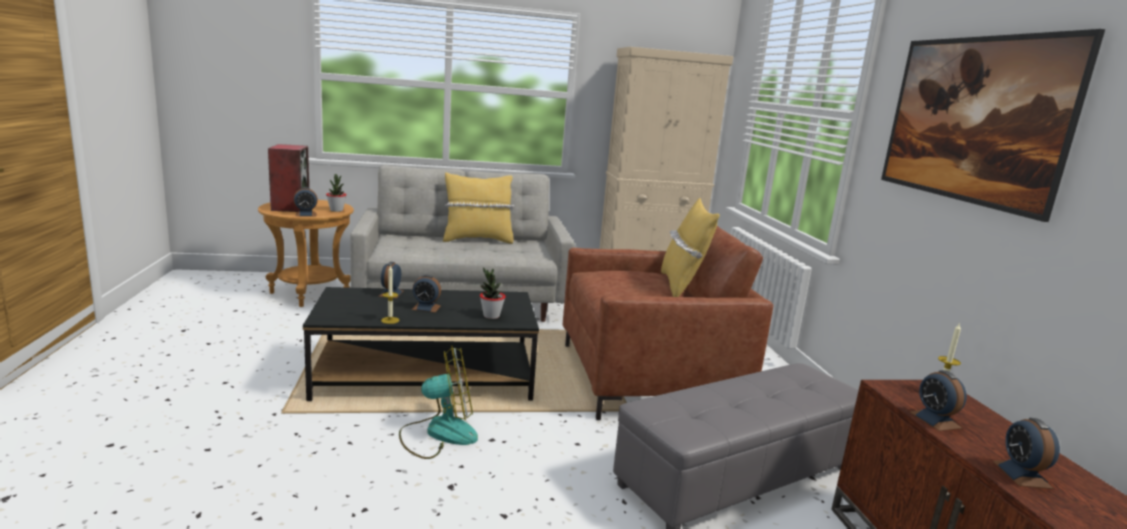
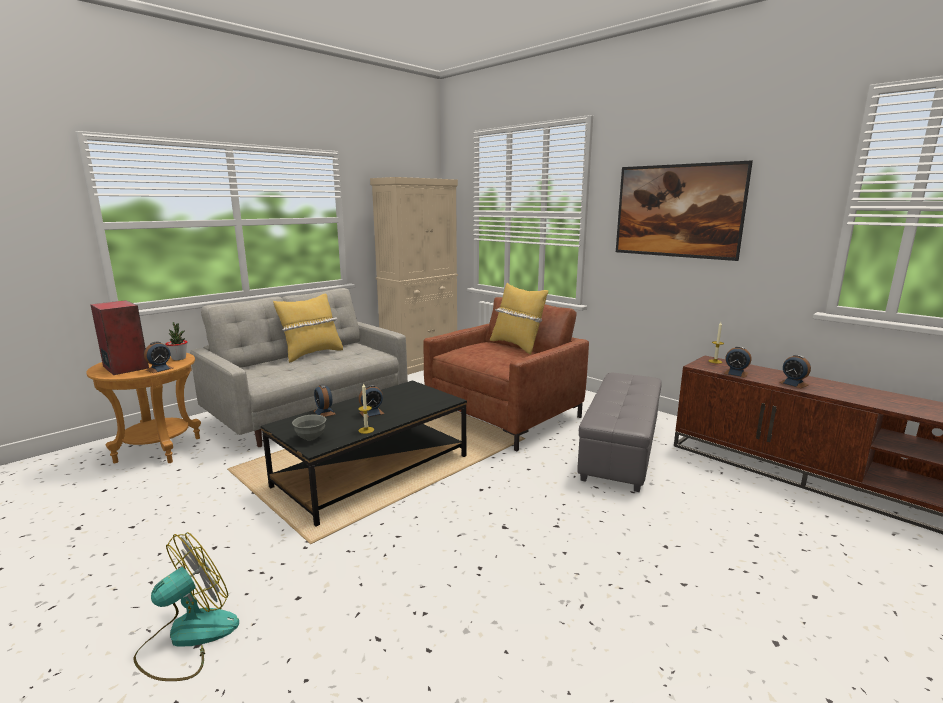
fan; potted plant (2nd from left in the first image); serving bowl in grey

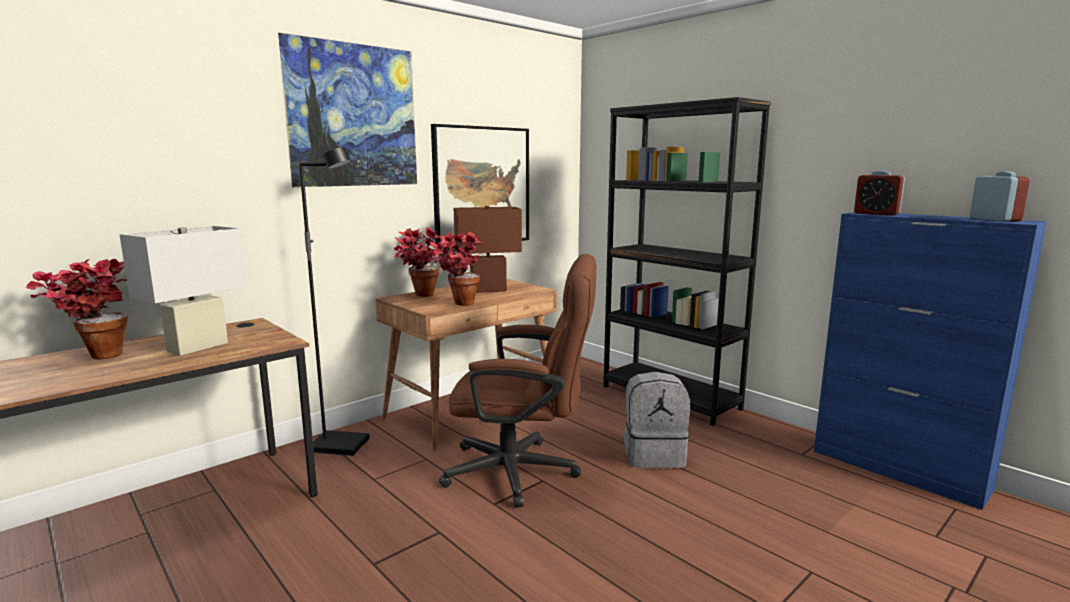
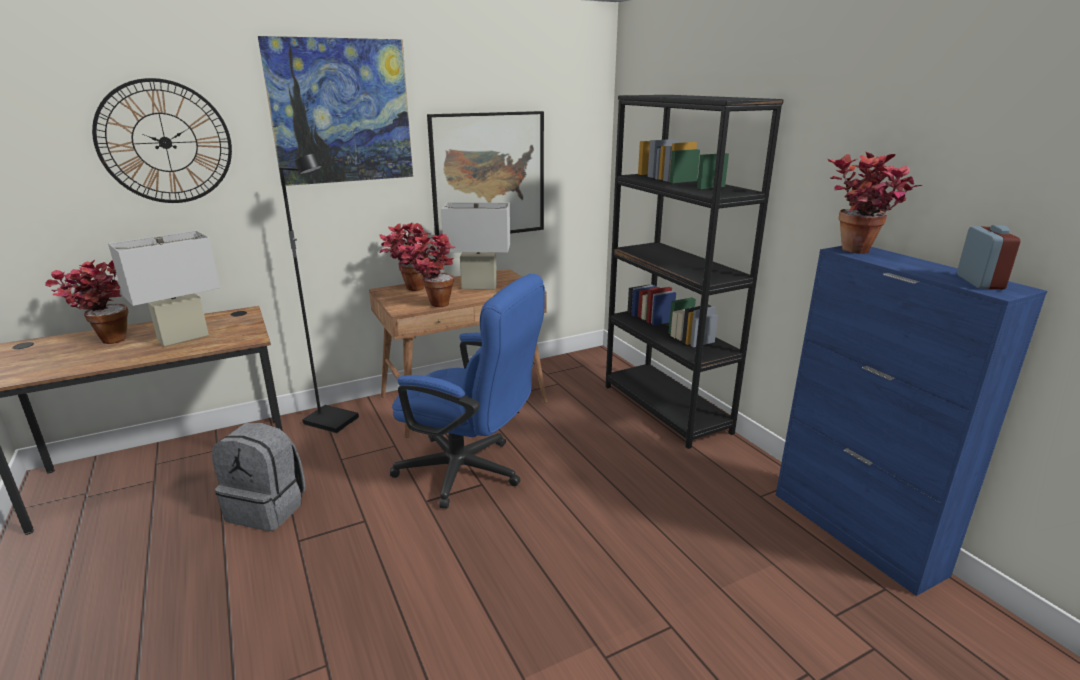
desk chair in bluish; lamp for a table in whitish (2nd from left); backpack in grey; potted plant (4th from left); wall clock

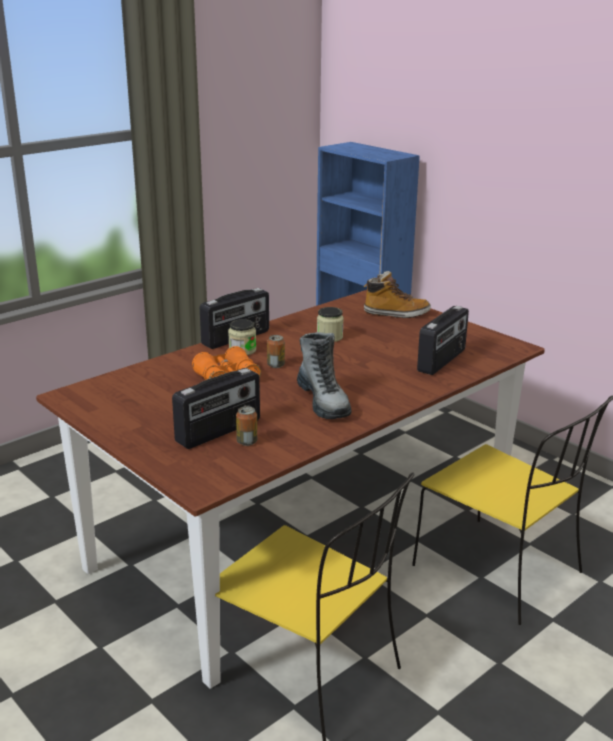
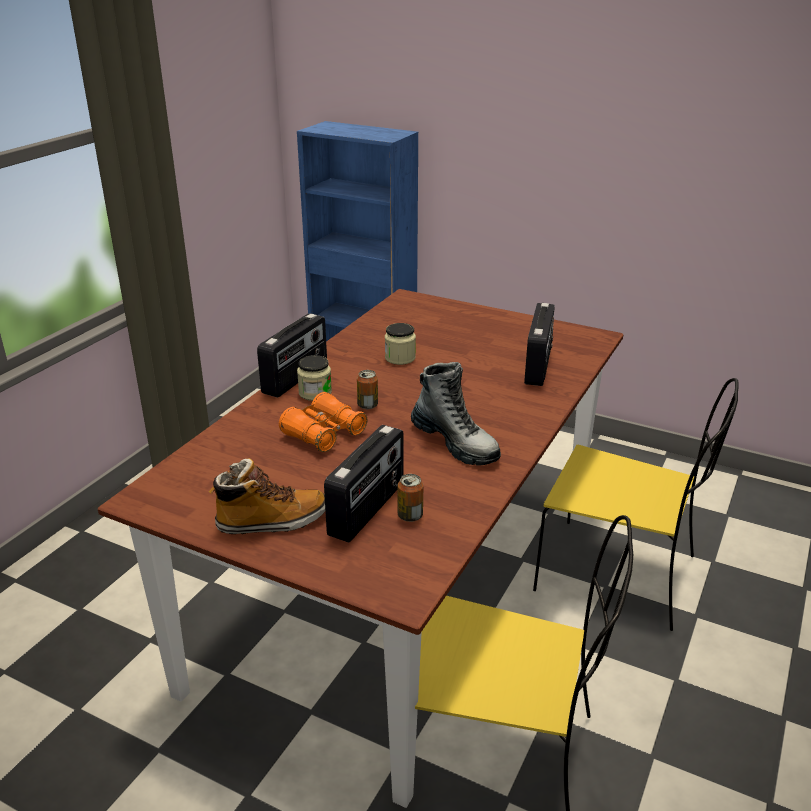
high-top boot (1st from left)

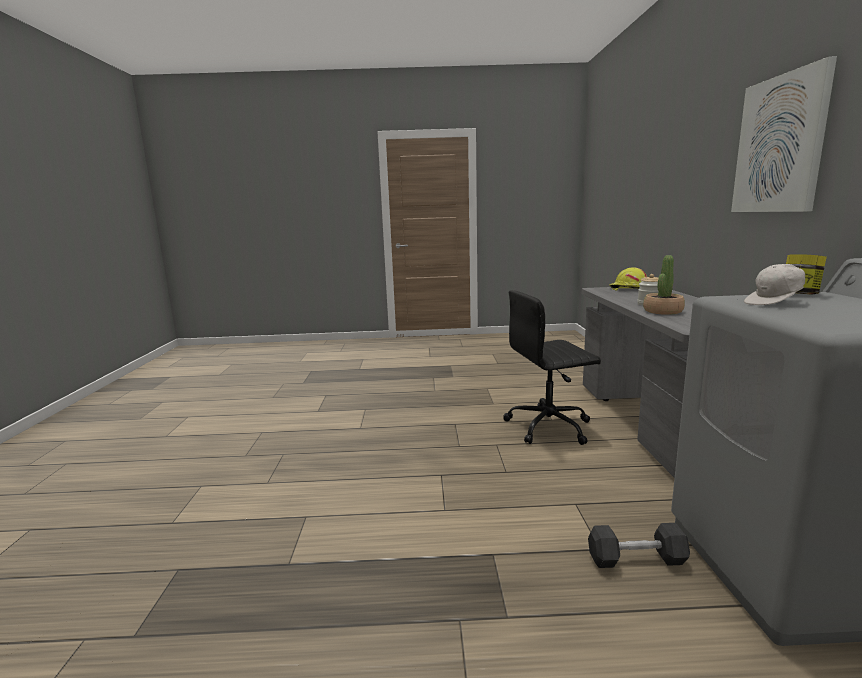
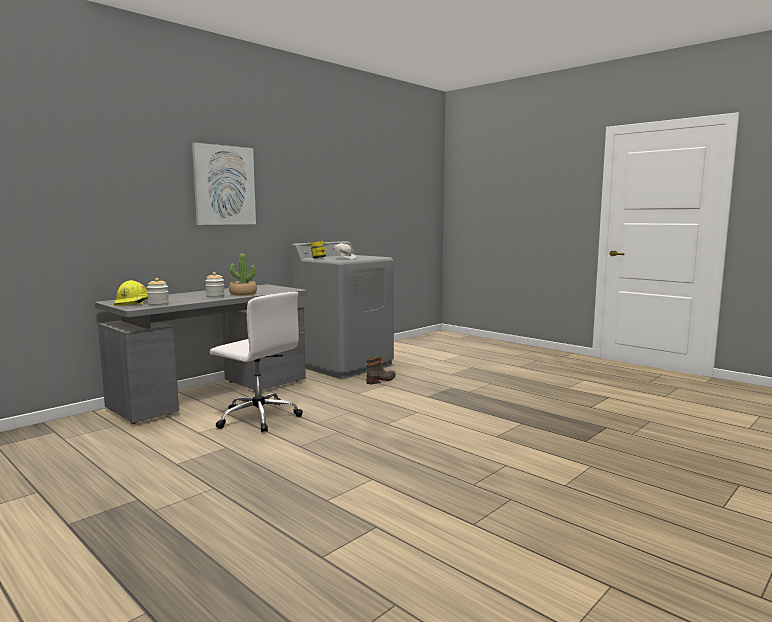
desk chair in whitish; high-top boot; jar (1st from left)

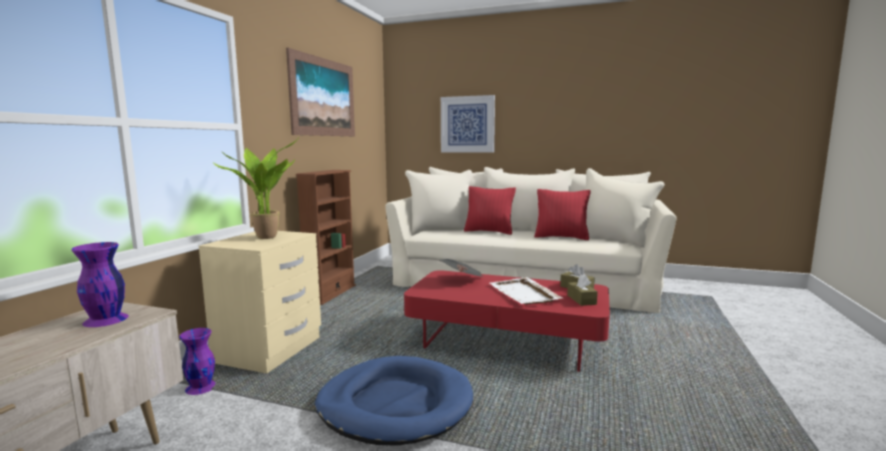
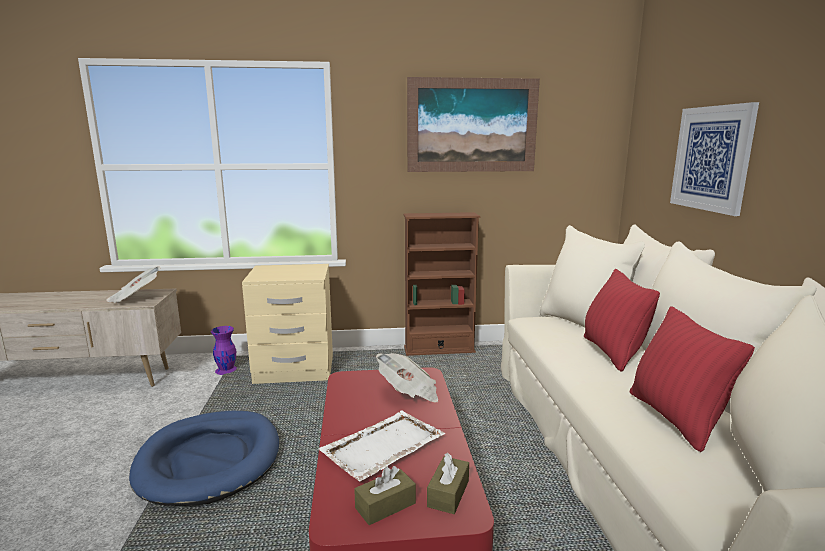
daily paper (1st from left); potted plant

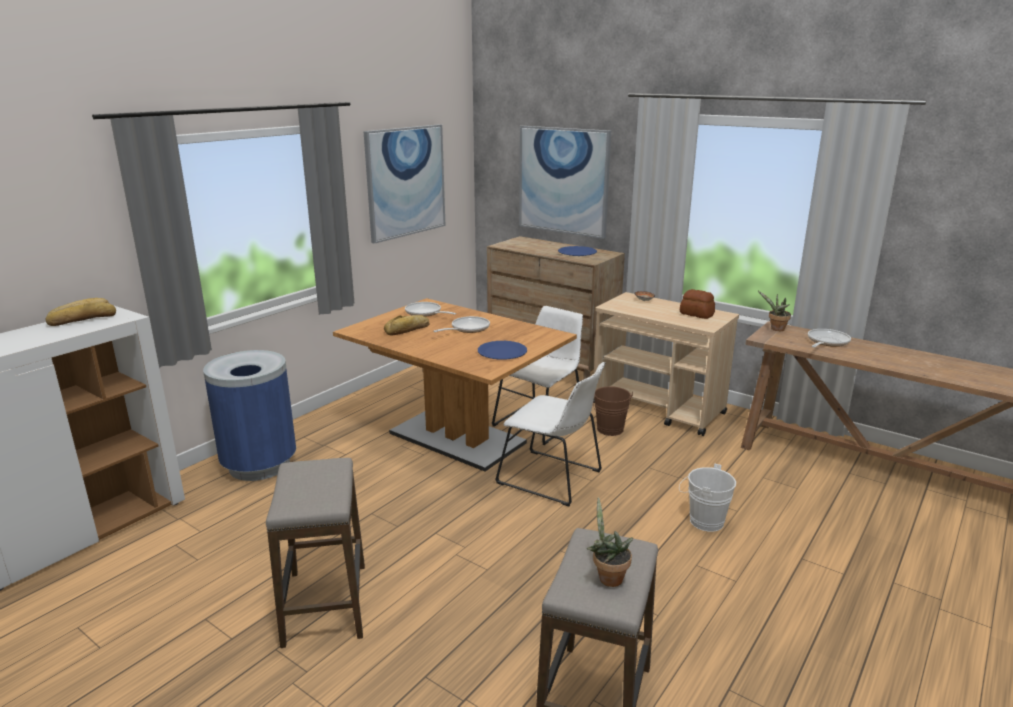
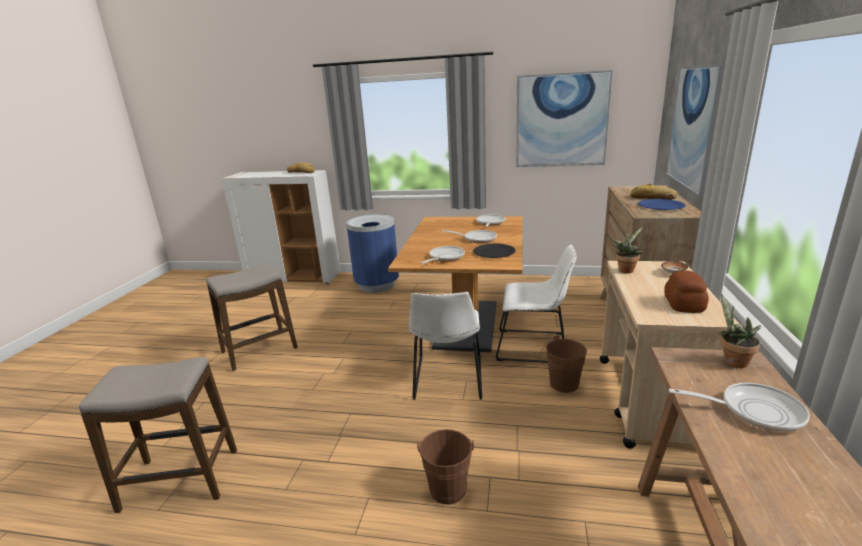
bread (2nd from left); pan (1st from left); potted plant (1st from left); water bucket in brown (1st from left); plate in black

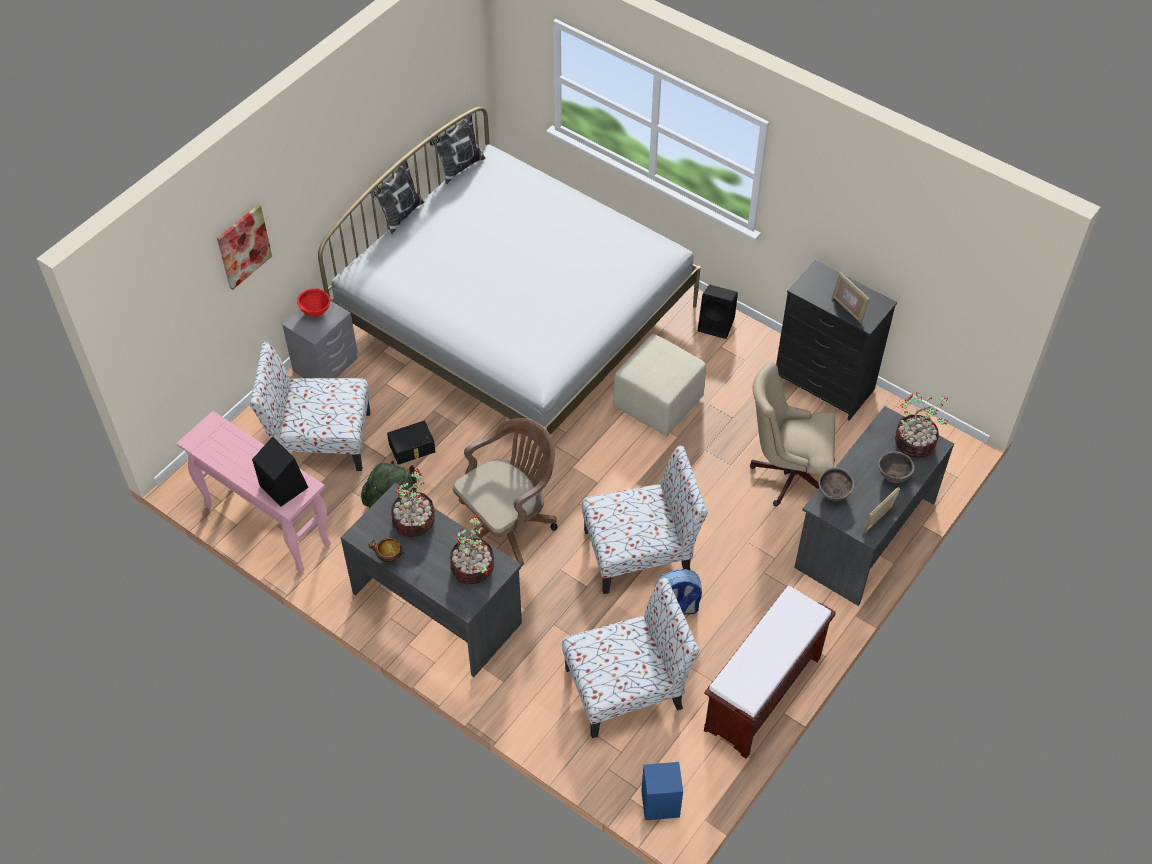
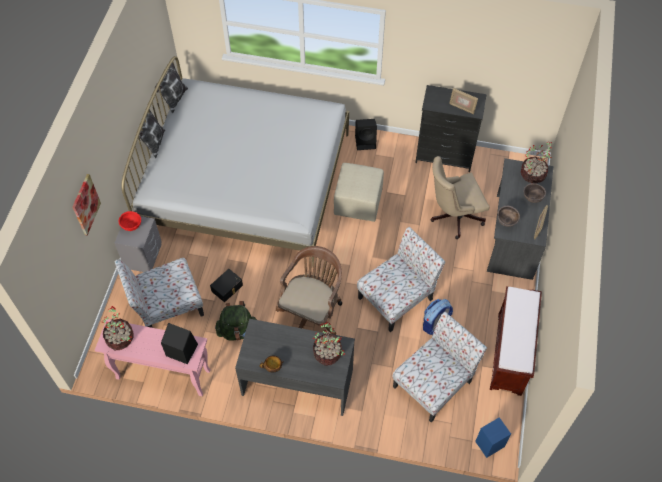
potted plant (1st from left)

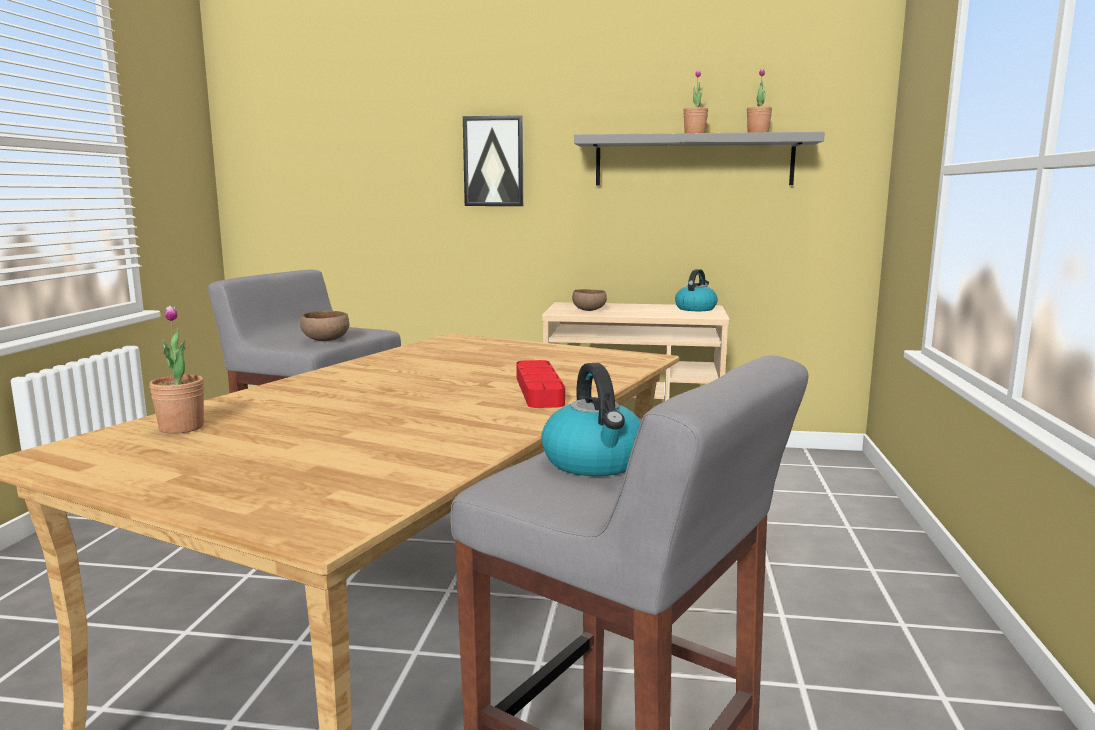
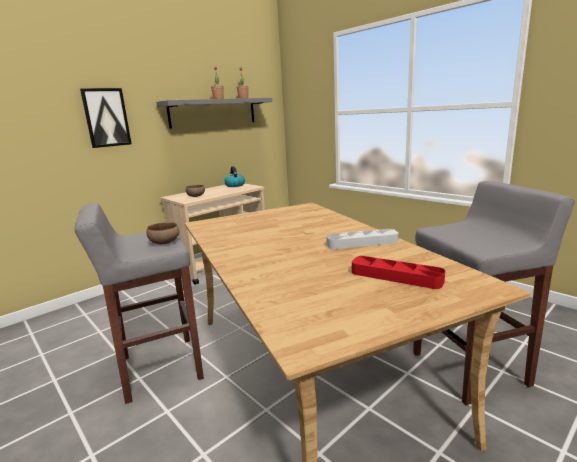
potted plant (1st from left in the first image); tray in reddish; water kettle (1st from left in the first image); tray in grey

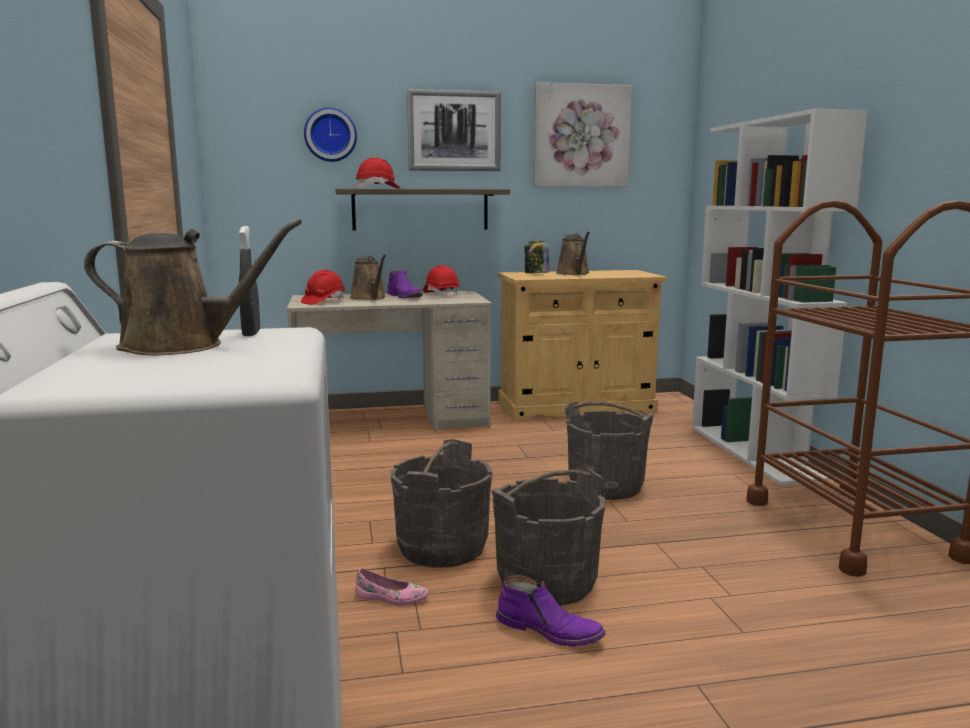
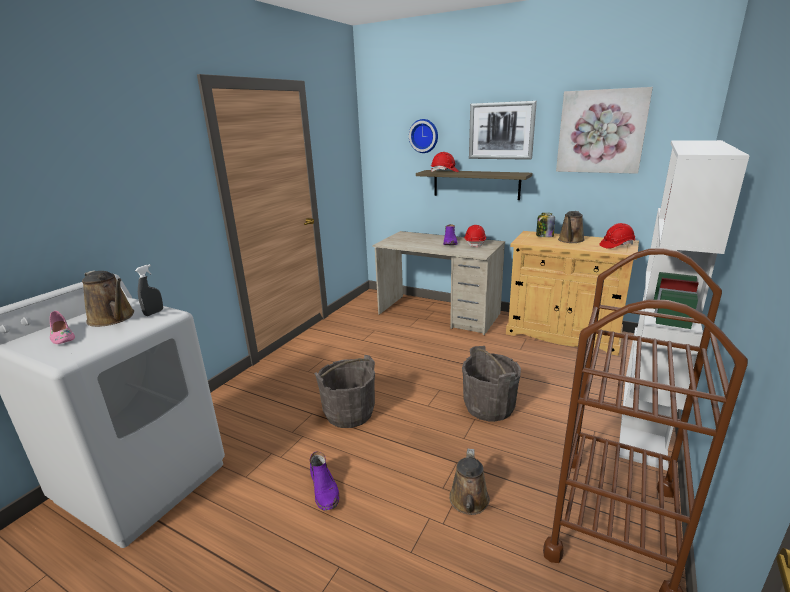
safety helmet in reddish (3rd from left); watering pot in brown (2nd from left); low shoe in pink-coloured; water bucket in grey (2nd from left in the first image)

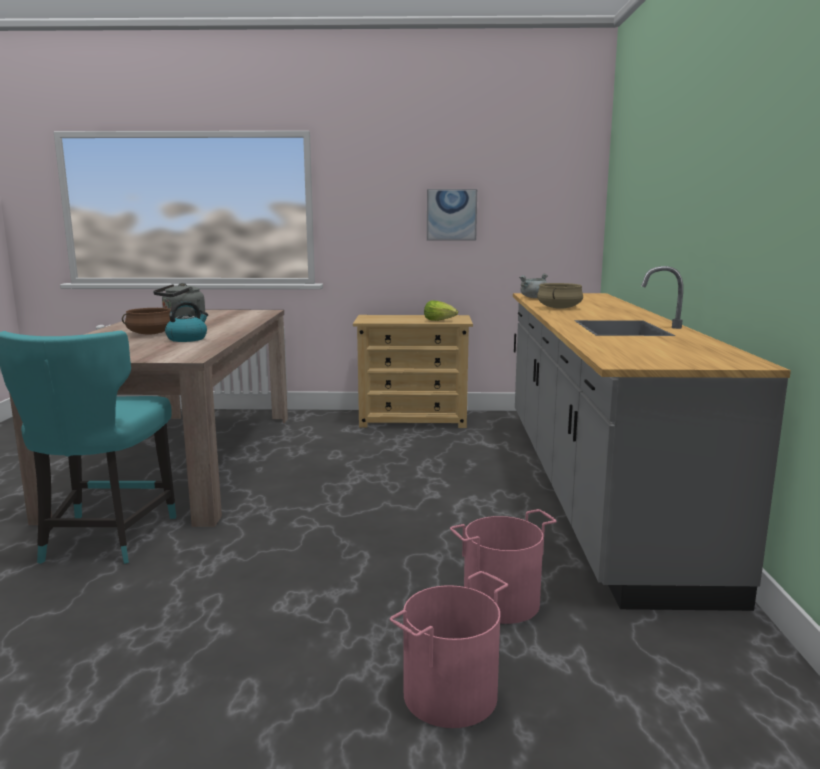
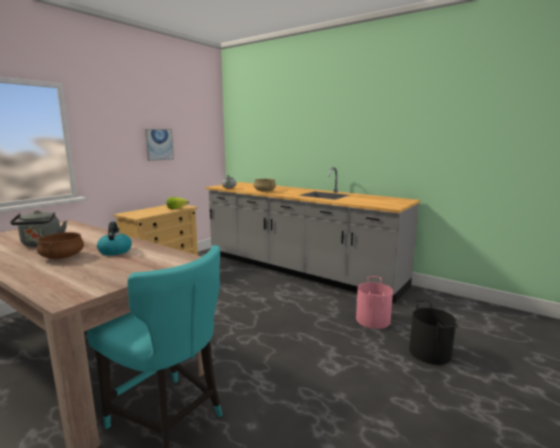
water bucket in black

